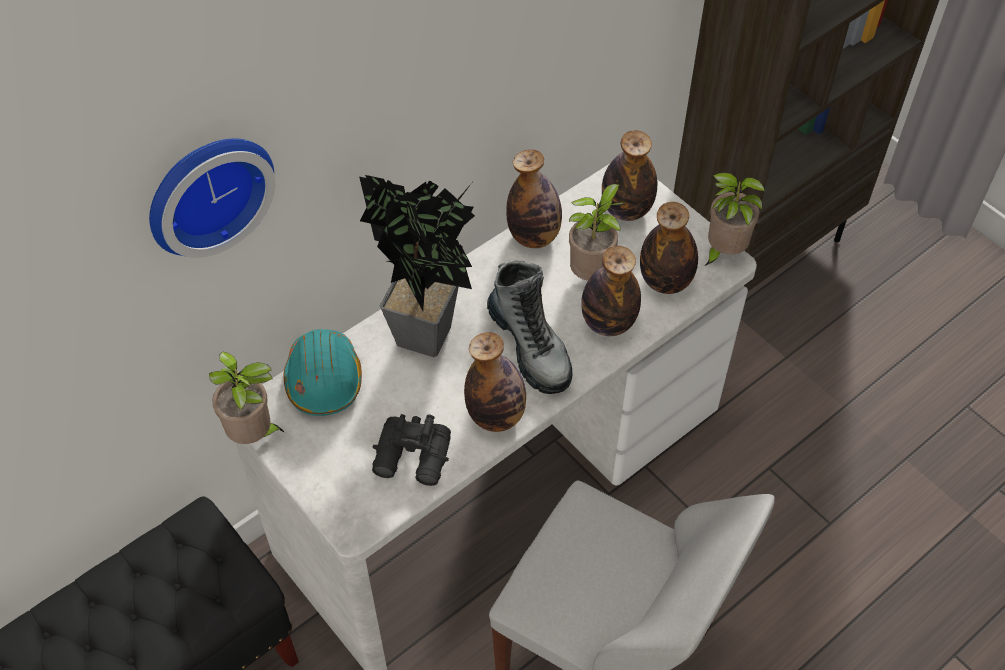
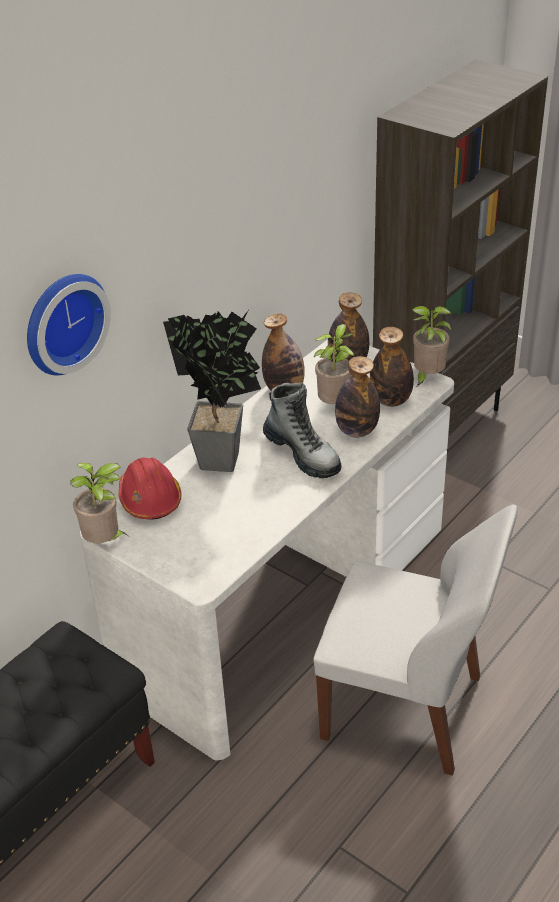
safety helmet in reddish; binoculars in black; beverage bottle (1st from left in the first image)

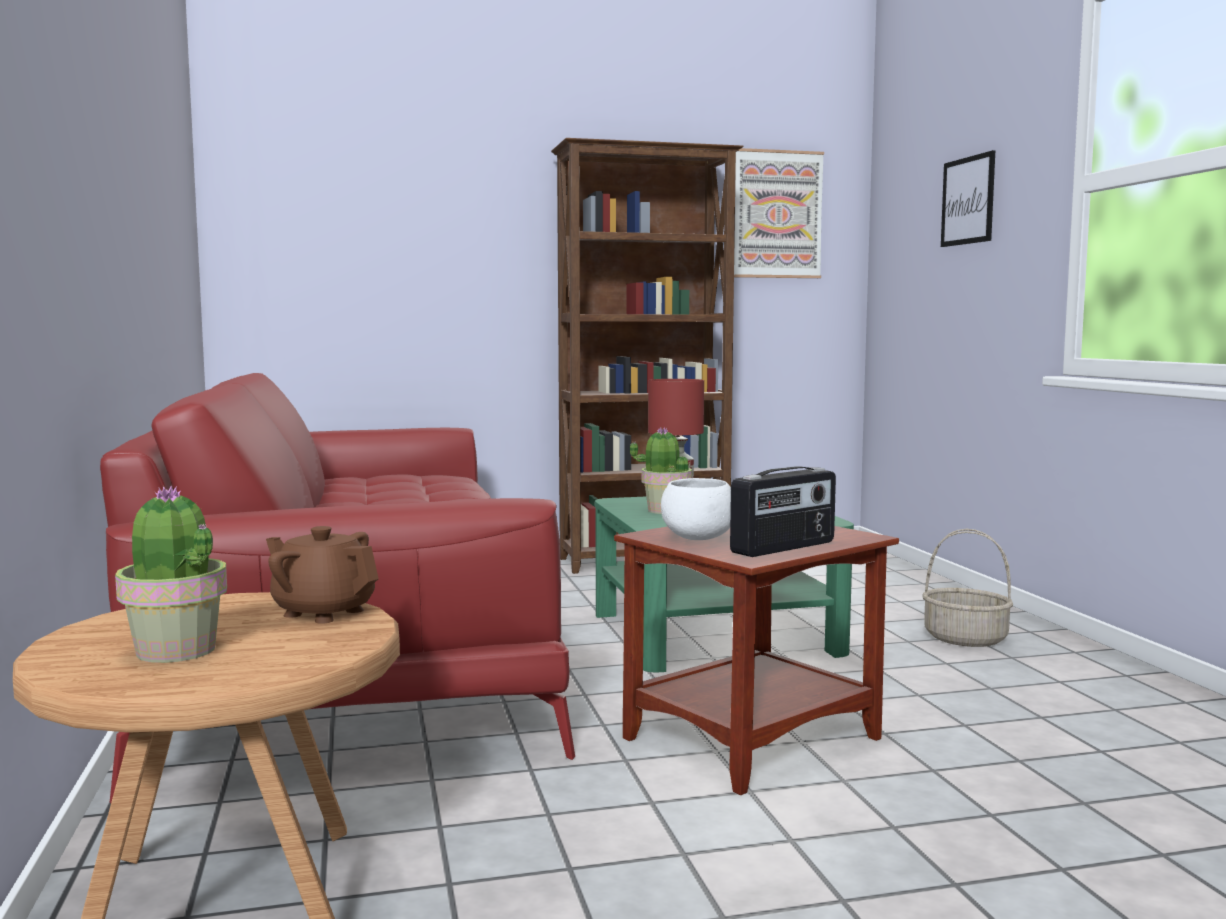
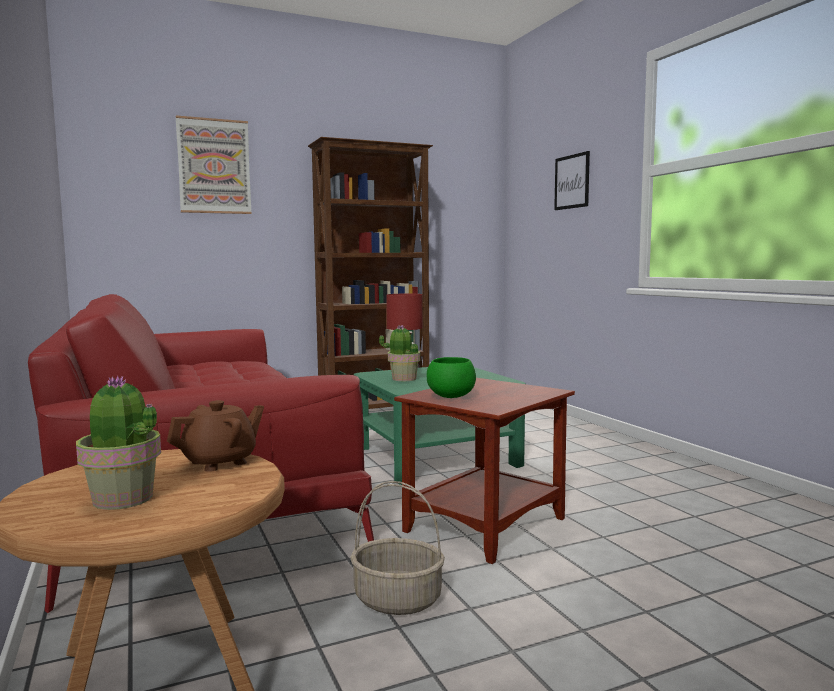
tea pot in brown; serving bowl in greenish; radio; wall art (1st from left); basket

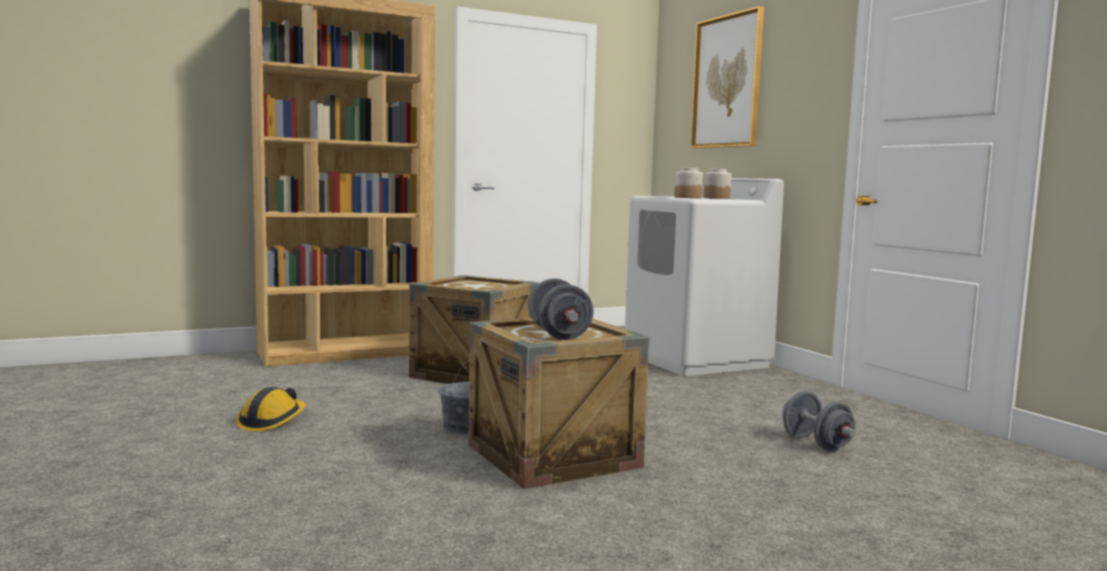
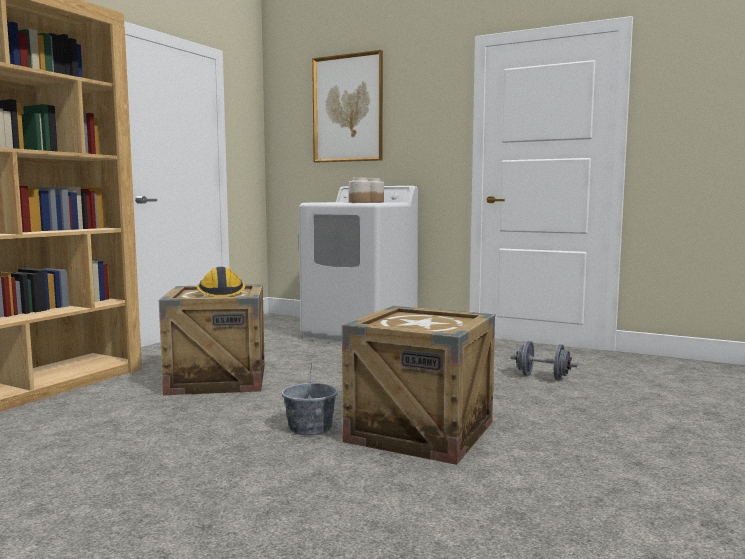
safety helmet; hand weight in grey (1st from left in the first image)

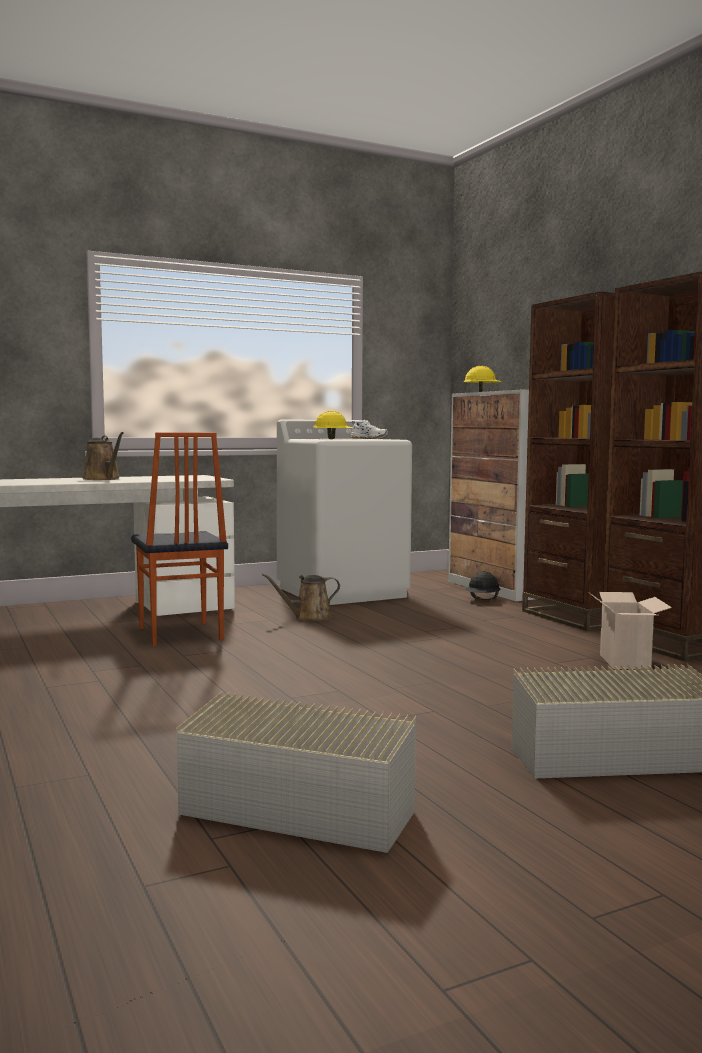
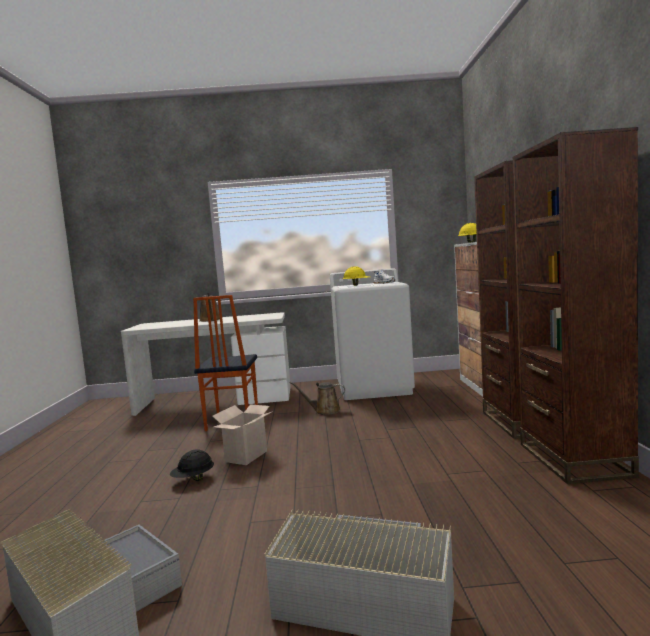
safety helmet in black; cardboard box

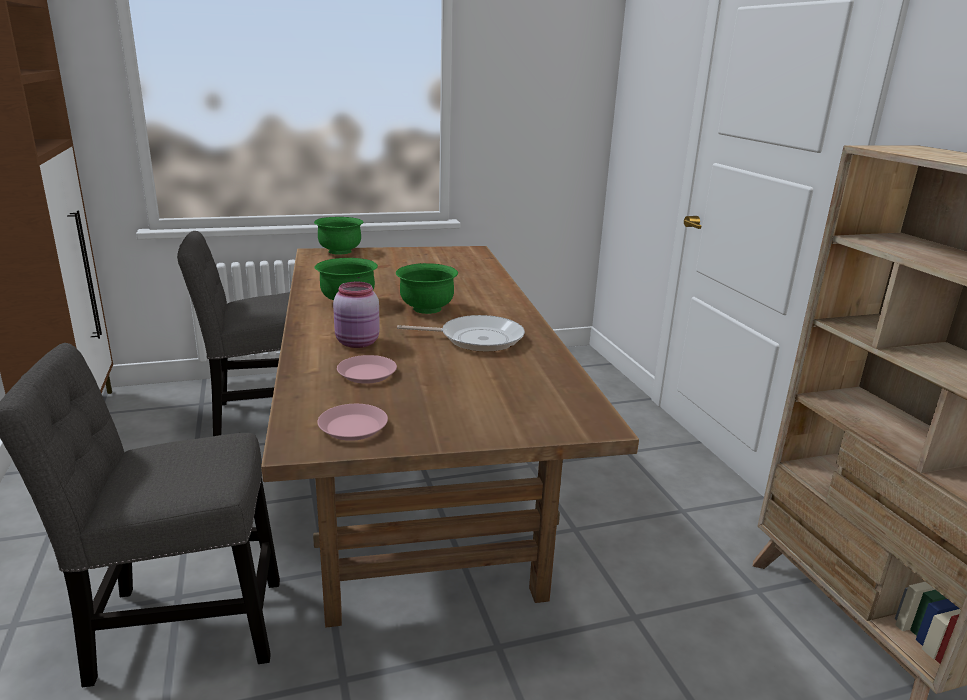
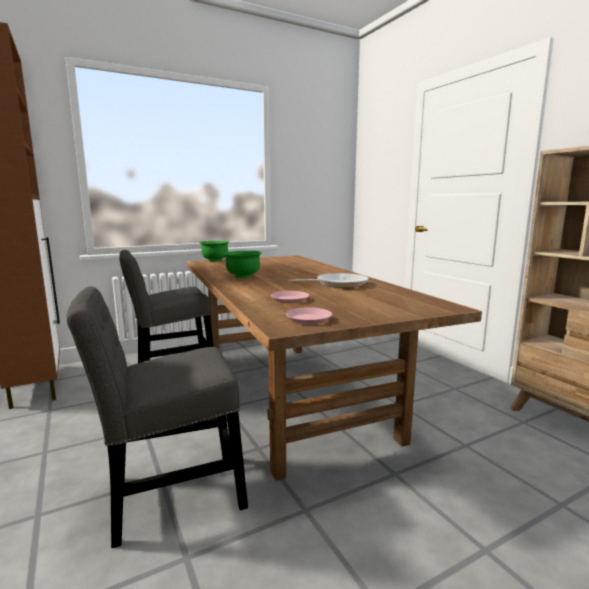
jar in pink-coloured; serving bowl in greenish (3rd from left in the first image)

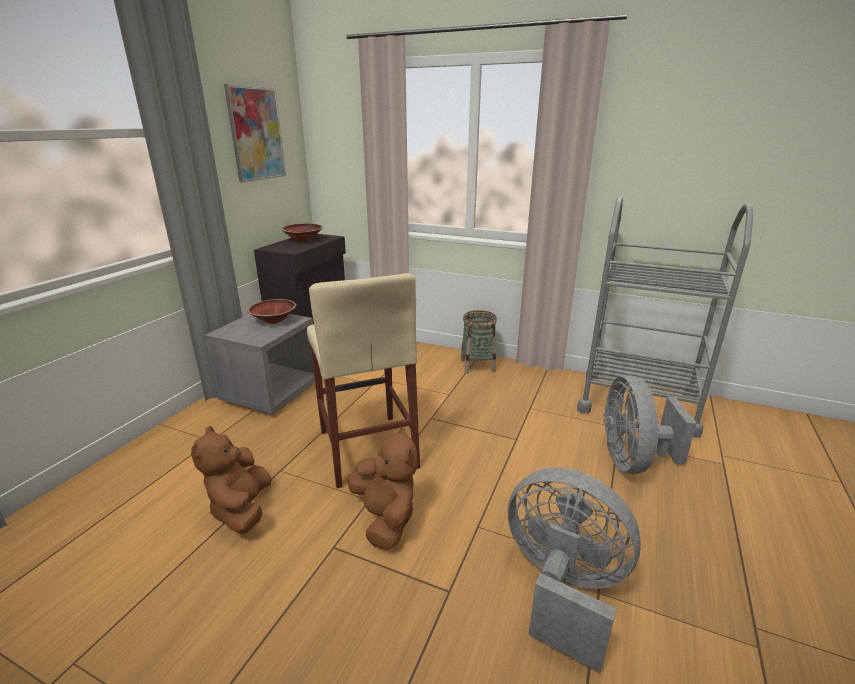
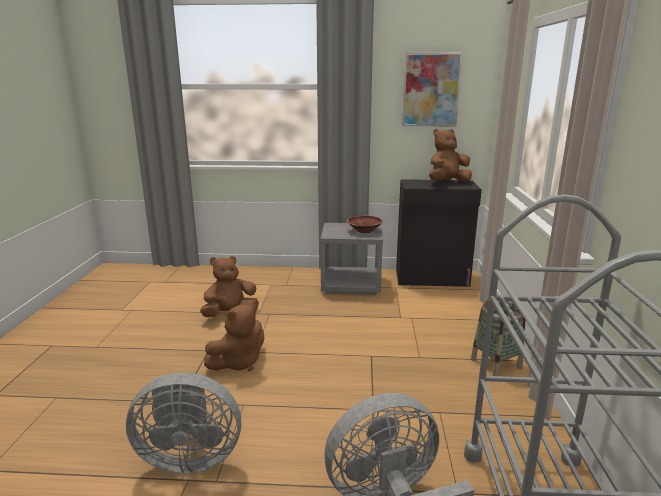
soft toy in brown (3rd from left); sitting stool in beige-coloured; fan in grey (1st from left)

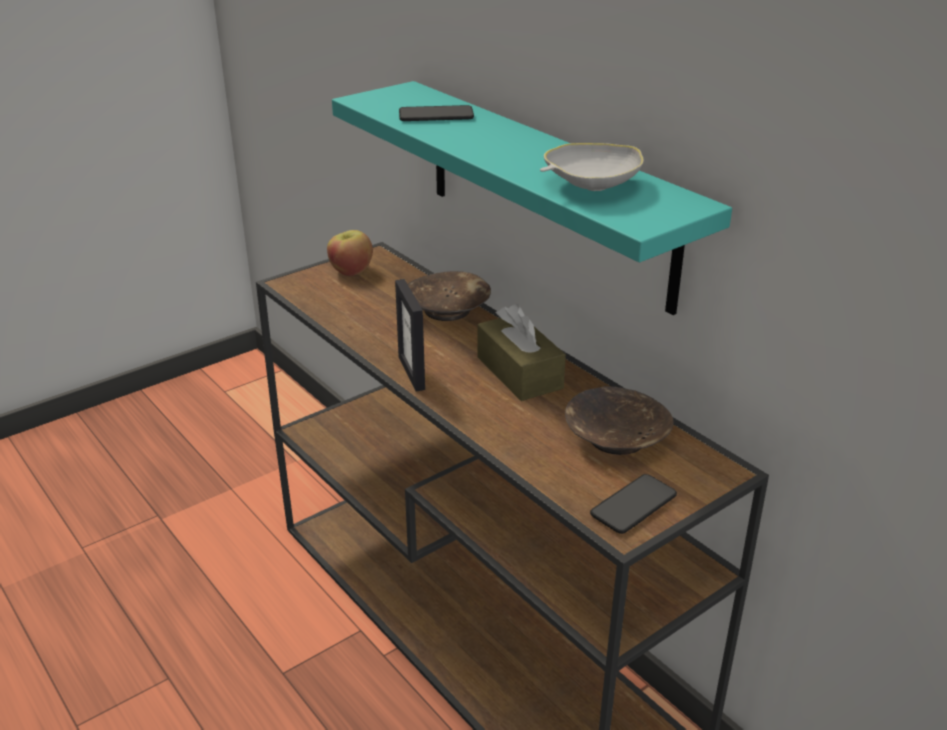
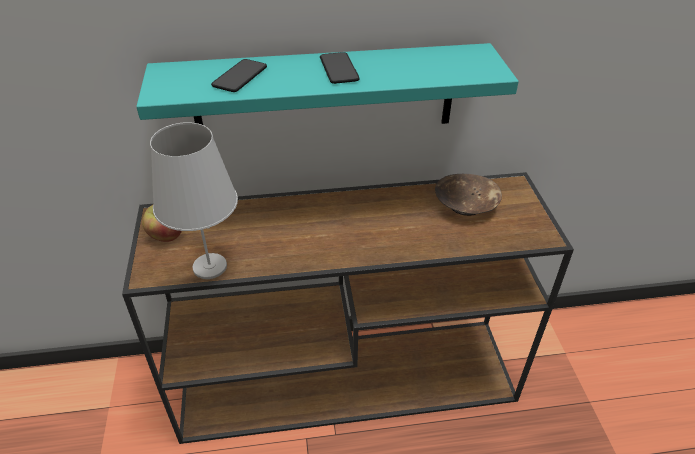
standing frame; serving bowl in brown (1st from left in the first image); tissue box in brown; serving bowl in whitish; phone (2nd from left); lamp for a table in whitish

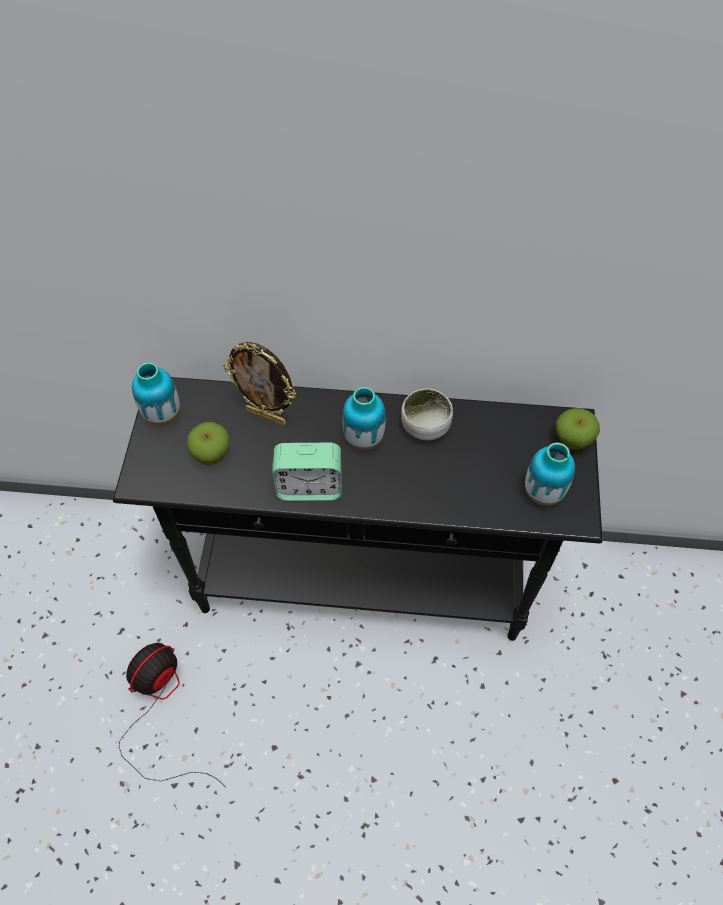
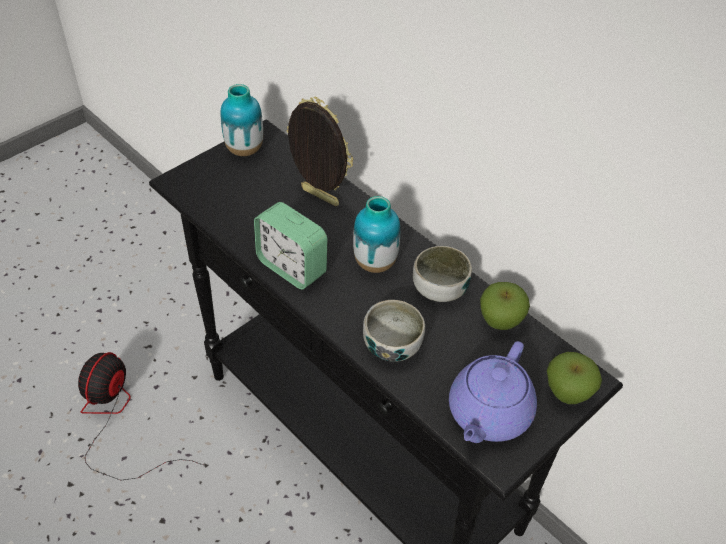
fan; whole apple (1st from left); standing frame; tea pot in purple; serving bowl (1st from left)

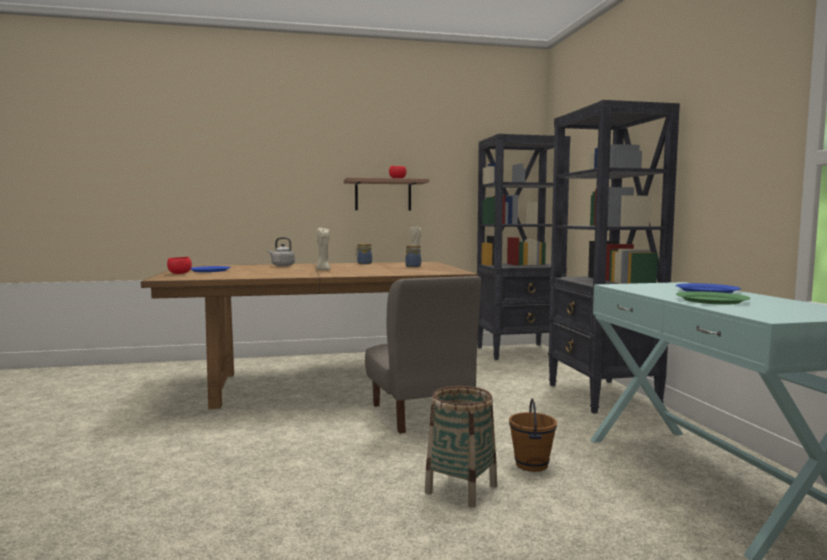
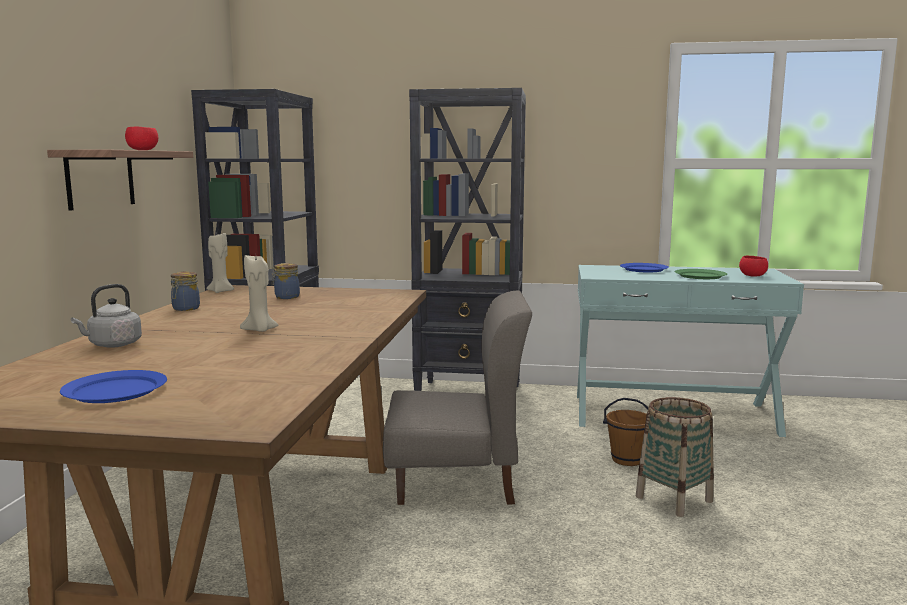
serving bowl in reddish (2nd from left)

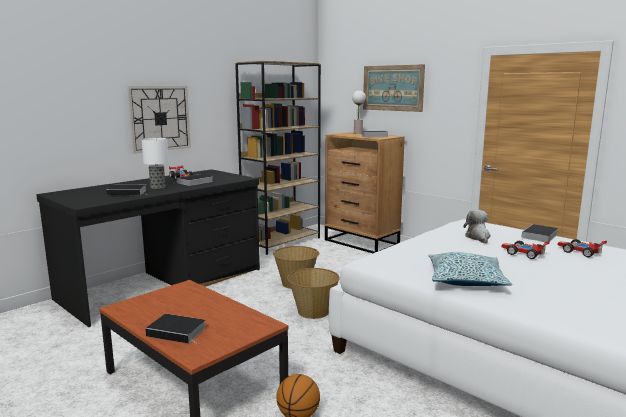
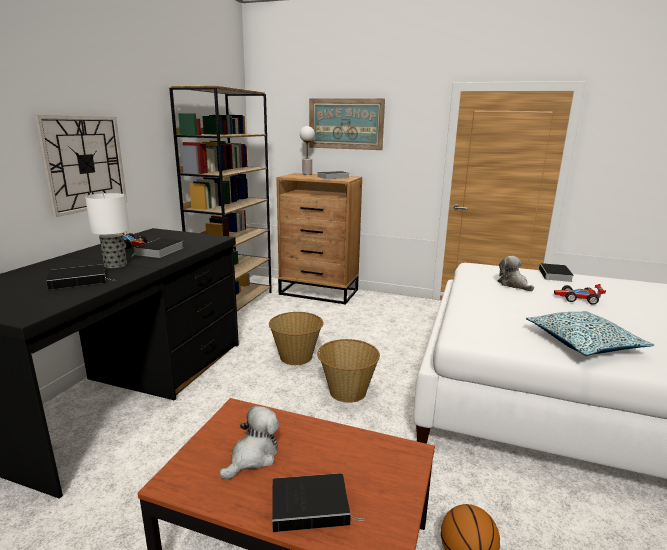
toy car (3rd from left in the first image); soft toy (1st from left)

